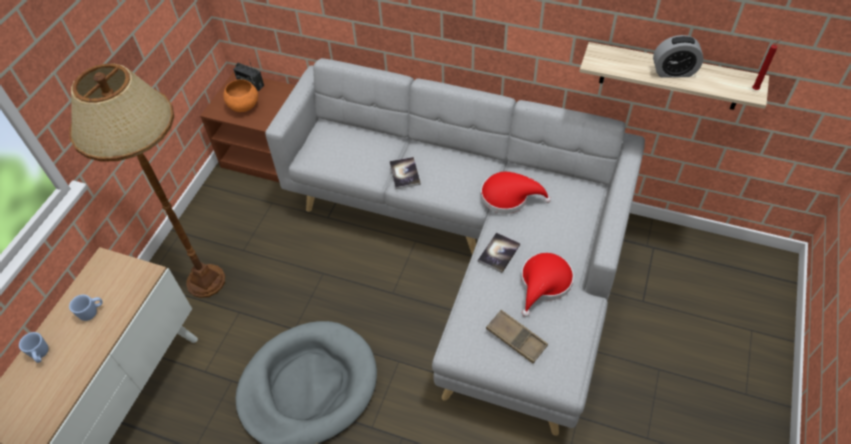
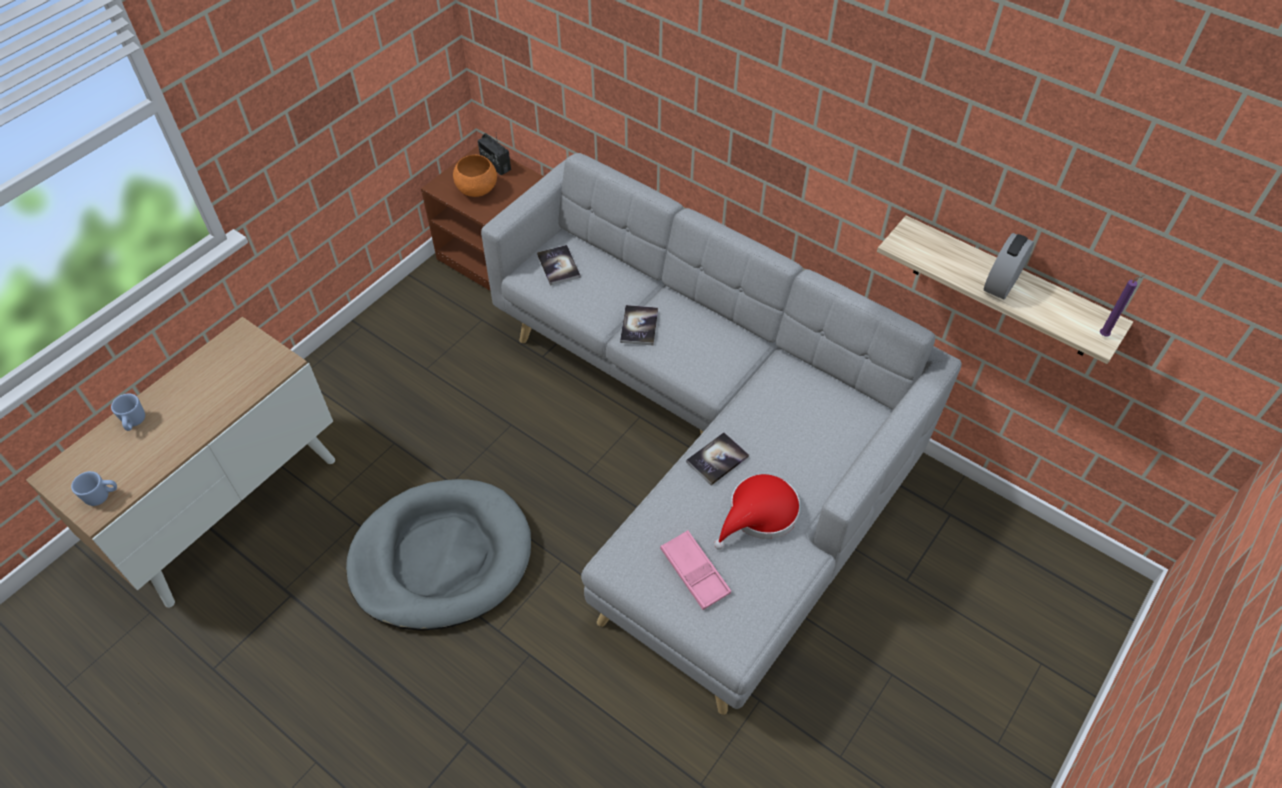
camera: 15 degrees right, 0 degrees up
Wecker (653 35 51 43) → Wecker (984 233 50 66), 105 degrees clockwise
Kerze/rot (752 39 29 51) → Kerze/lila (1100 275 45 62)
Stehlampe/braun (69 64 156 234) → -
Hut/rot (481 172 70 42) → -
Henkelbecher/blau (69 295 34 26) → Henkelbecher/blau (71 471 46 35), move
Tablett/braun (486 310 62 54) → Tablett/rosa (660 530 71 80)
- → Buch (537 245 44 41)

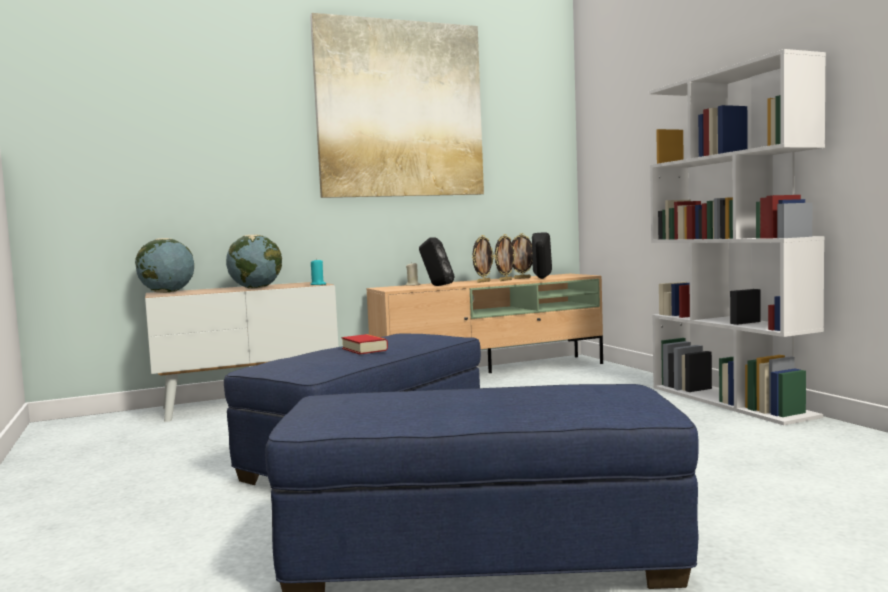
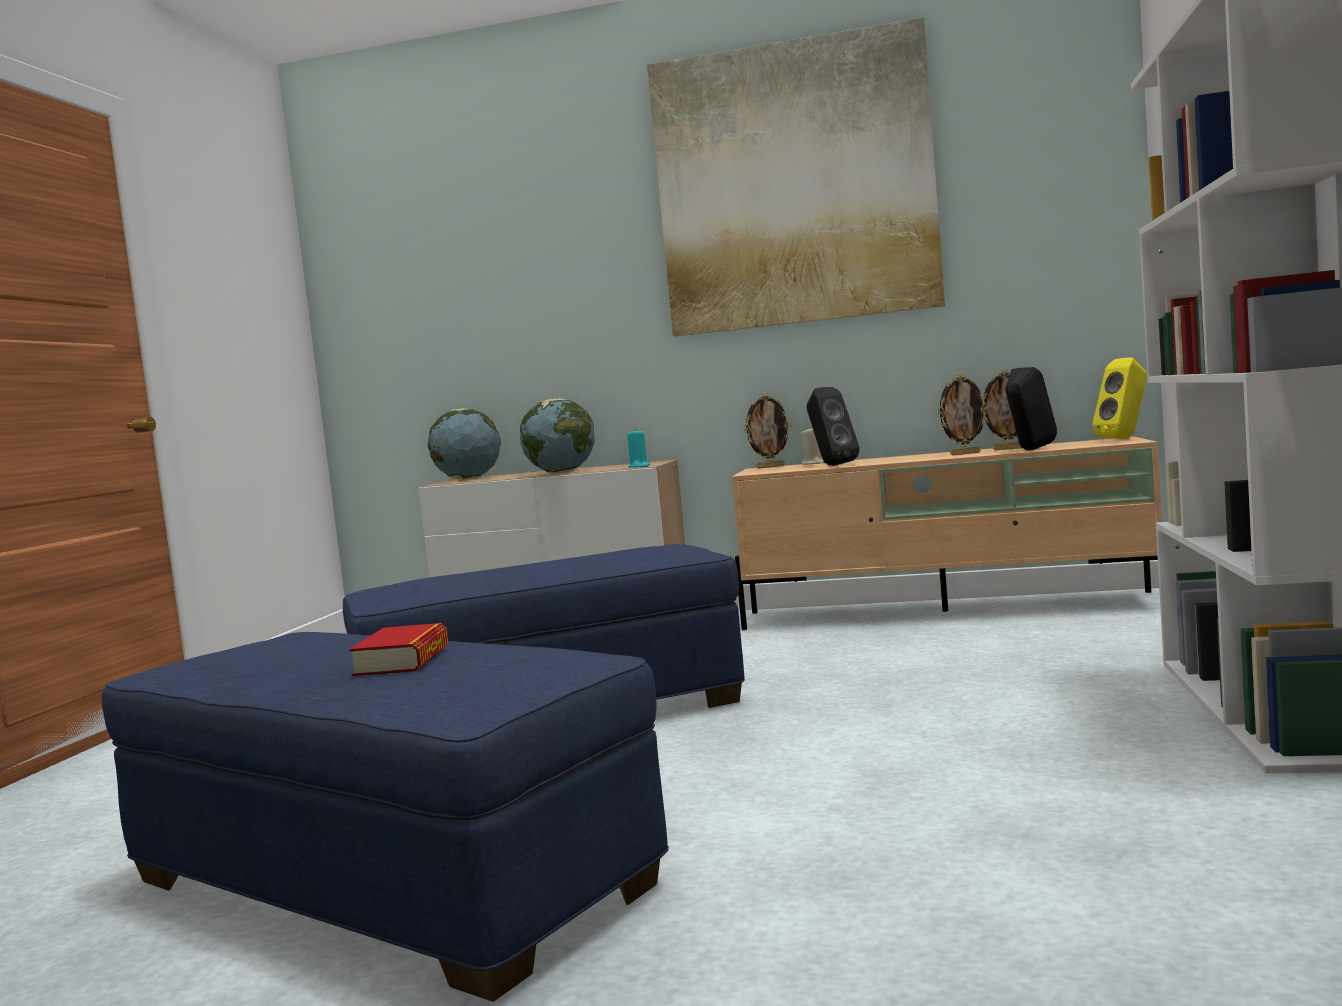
camera: 35 degrees right, 0 degrees up
Bilderrahmen (472 235 22 48) → Bilderrahmen (744 393 48 76), move
Buch (341 334 47 21) → Buch (349 623 100 53), move
- → Lautsprecher/gelb (1092 358 55 81)

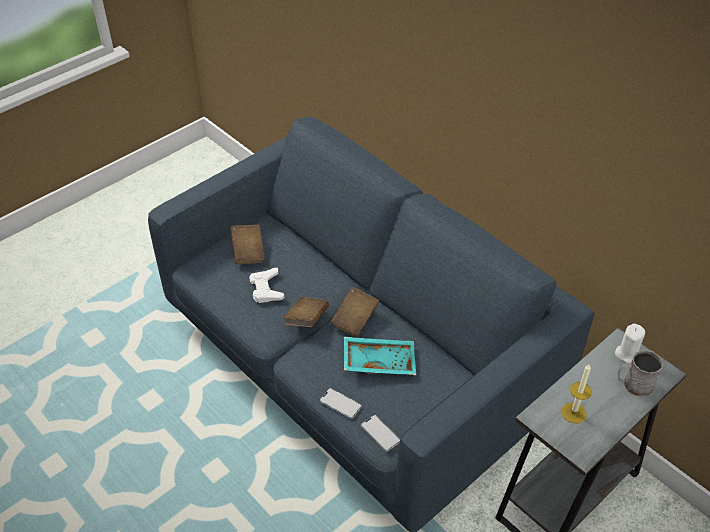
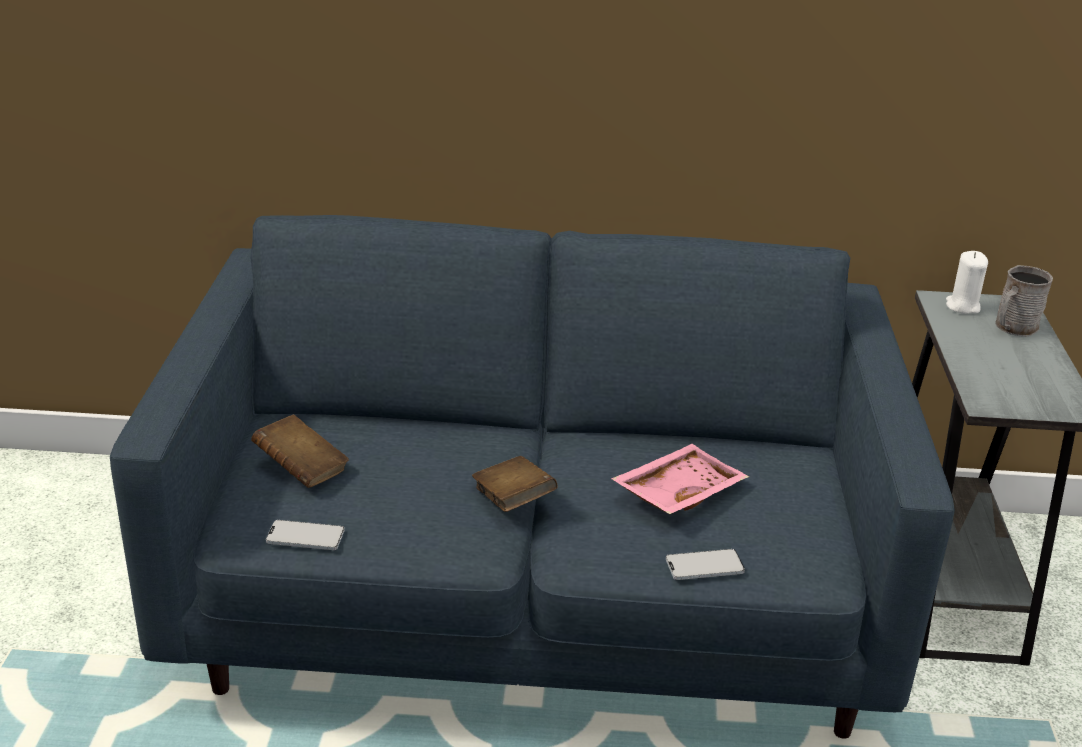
camera: 45 degrees left, 15 degrees down
Gamepad/weiß (249 268 35 35) → -
Buch/braun (330 287 49 50) → -
Tablett/türkis (344 337 72 38) → Tablett/rosa (611 444 138 70)
Kerze (562 363 30 60) → -
Handy (361 415 39 37) → Handy (266 520 78 30), move

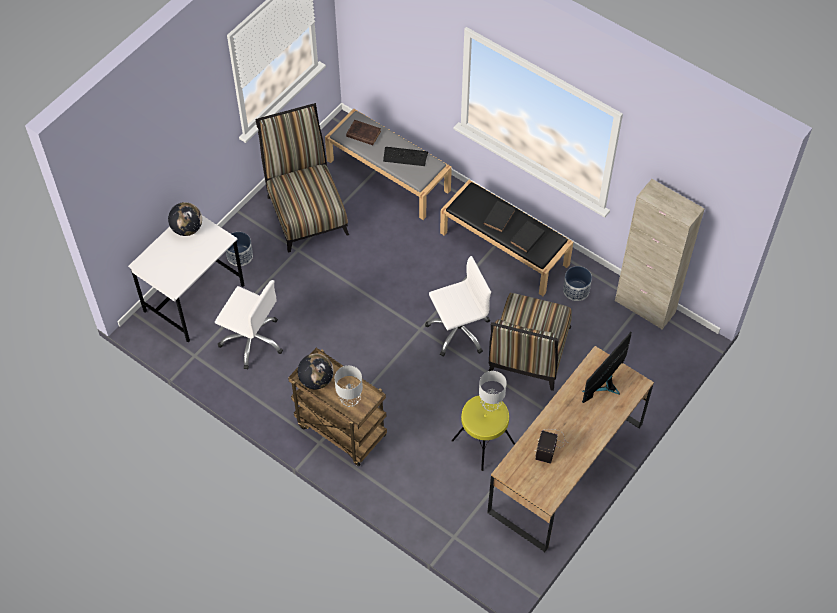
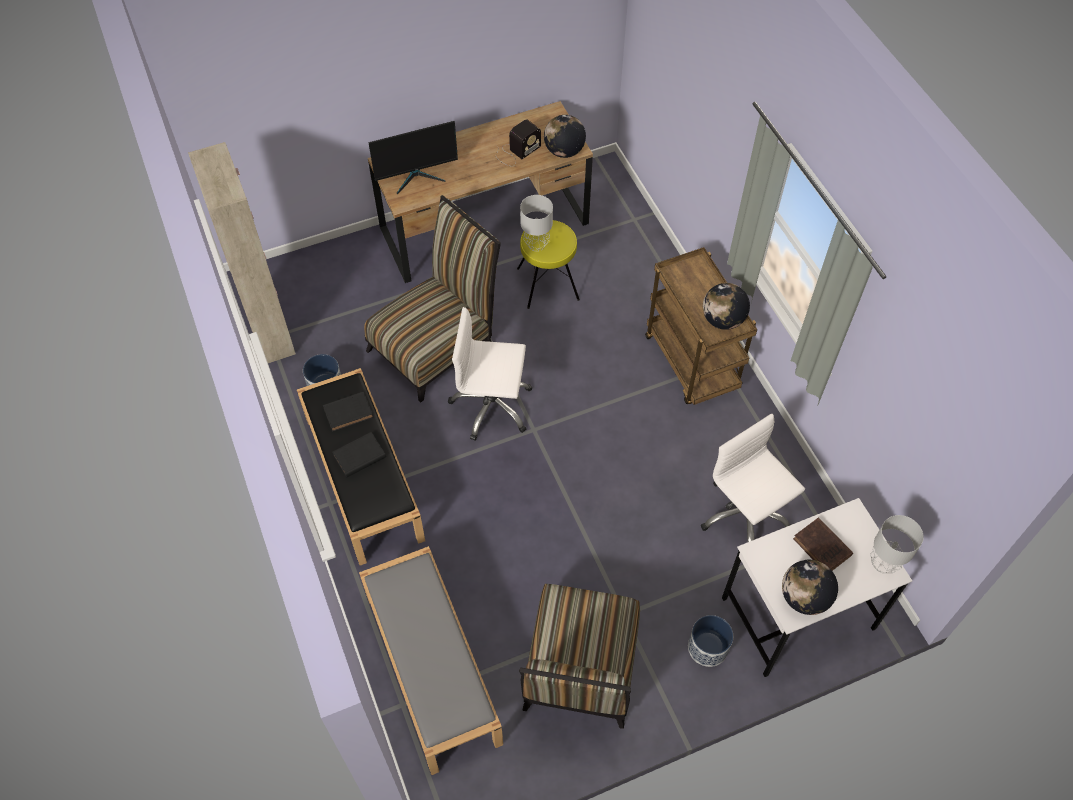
camera: 150 degrees left, 0 degrees up
Buch/braun (346 120 35 25) → Buch/braun (793 517 60 54), move
Tastatur (383 147 45 19) → -
Tischlampe/grau (334 366 29 41) → Tischlampe/grau (870 515 53 58), move
- → Globus (544 115 42 43)

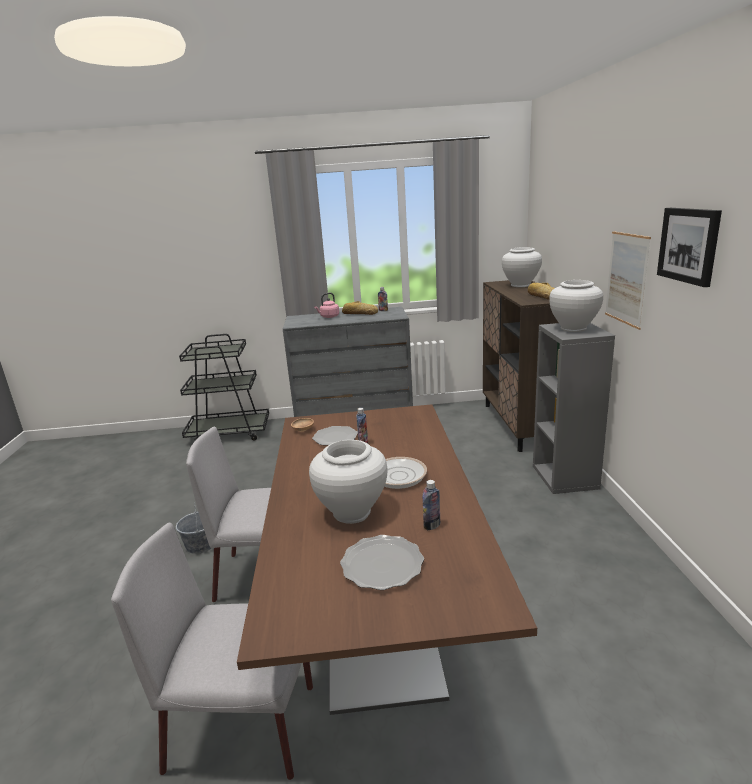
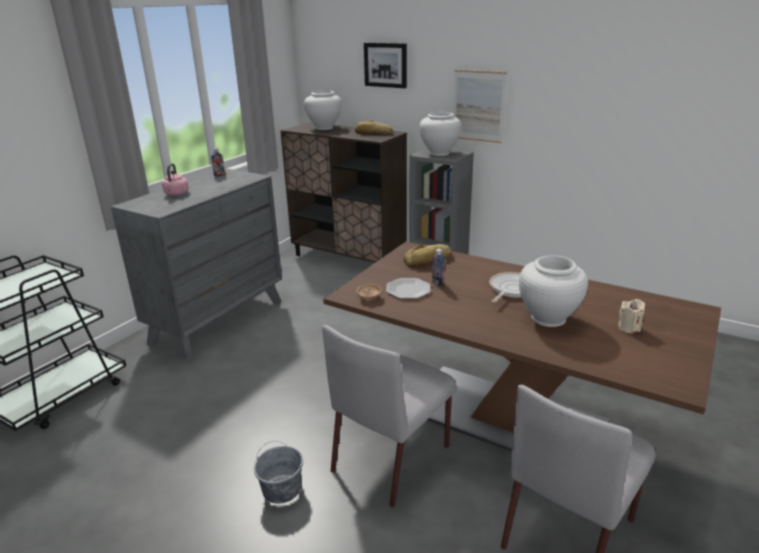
camera: 55 degrees left, 5 degrees up
Bild (657 208 65 79) → Bild (364 43 43 45), move
Brot (342 301 36 14) → Brot (403 244 49 23), move
Flasche (423 480 17 50) → -
Teller (340 535 84 55) → Kerze/beige (618 299 27 35)

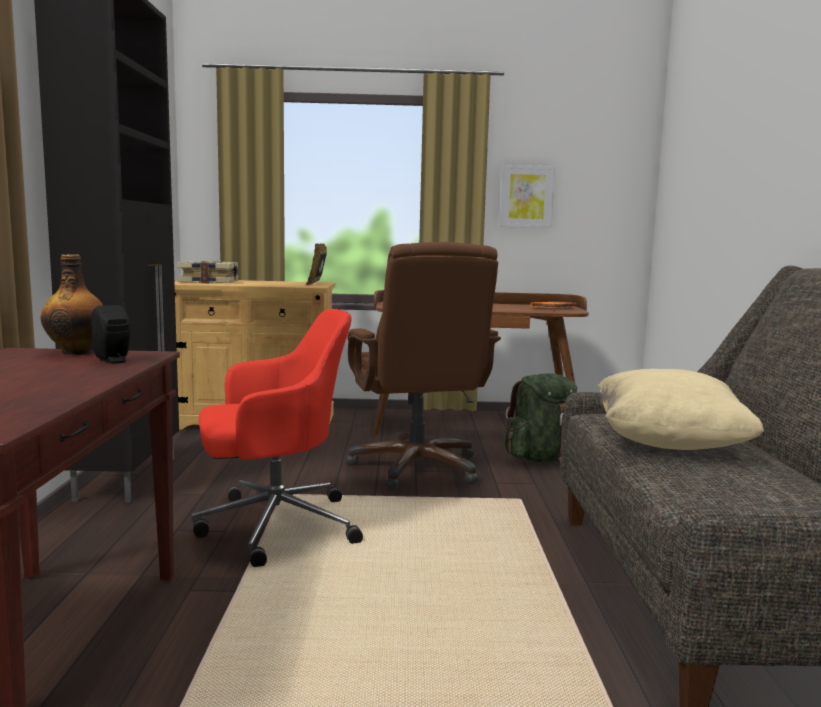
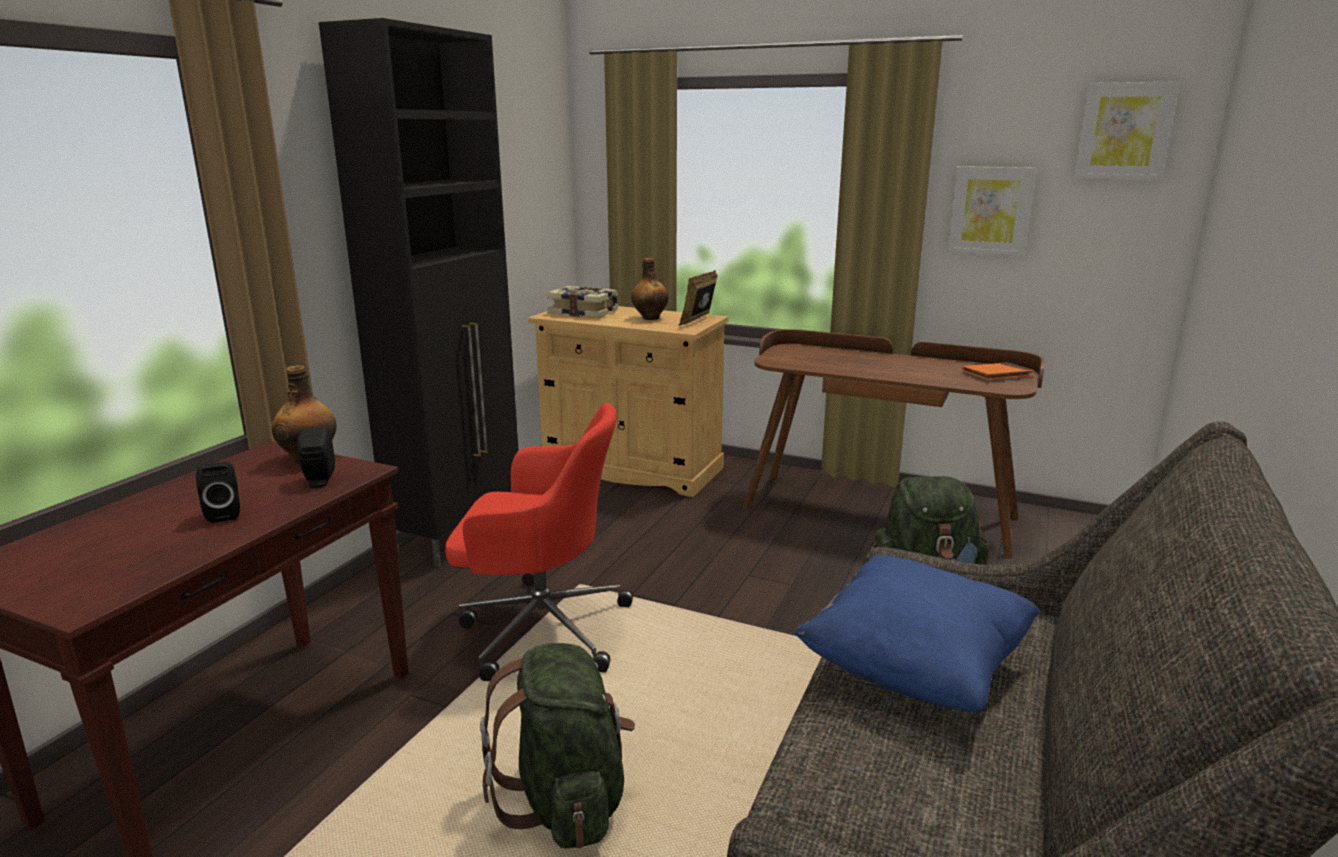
camera: 25 degrees right, 10 degrees up
Bürostuhl/braun (346 242 155 247) → -
Kissen/beige (599 369 165 81) → Kissen/blau (794 555 247 157)
- → Bild (1074 81 105 99)
- → Flasche (631 258 38 62)
- → Lautsprecher/schwarz (196 462 44 61)
- → Rucksack/grün (480 643 155 206)

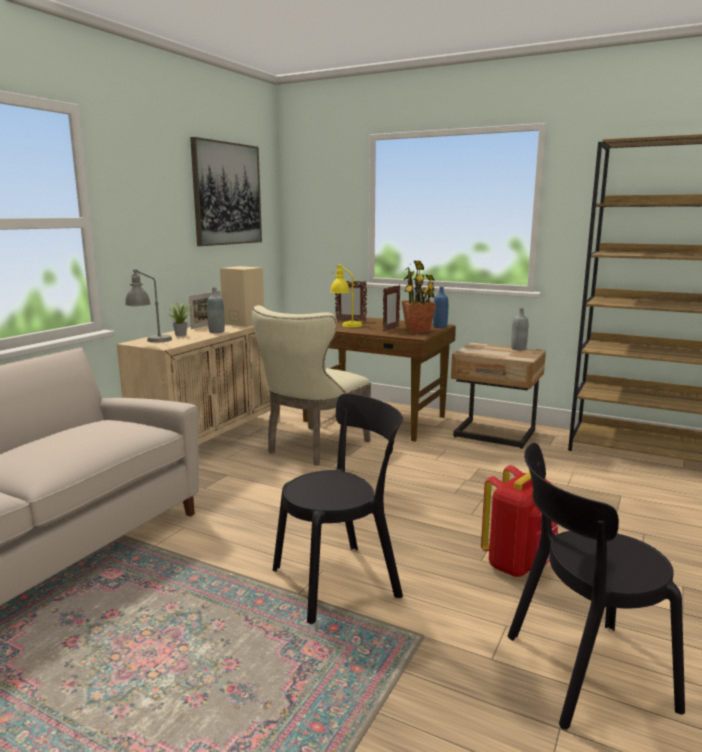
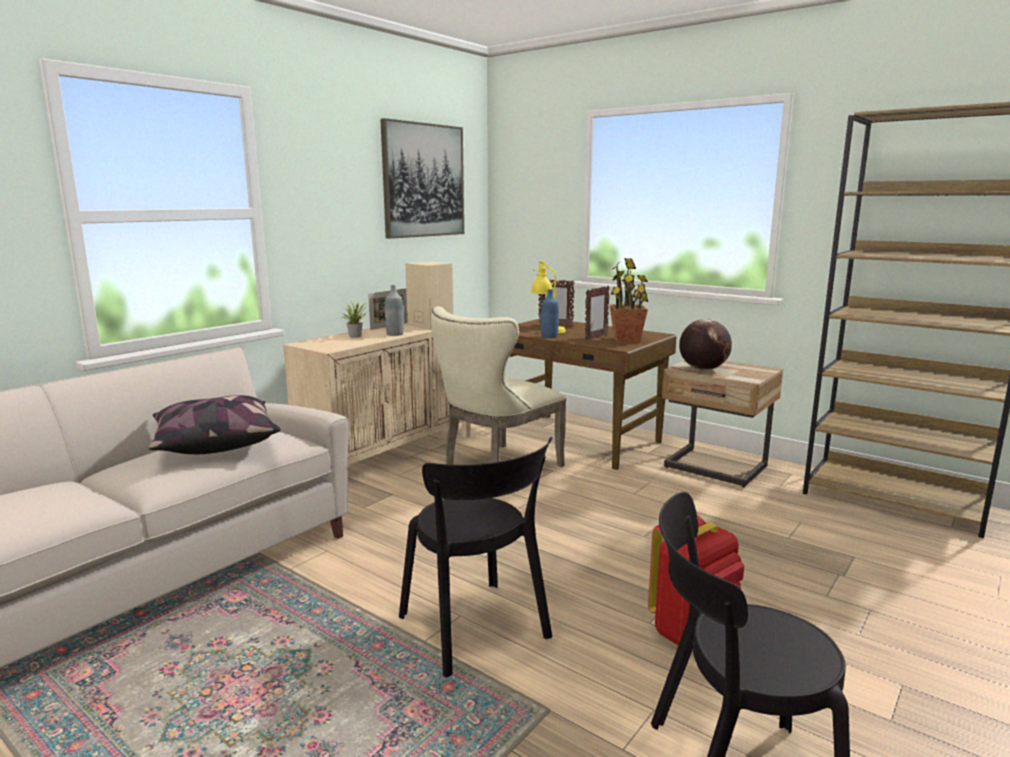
camera: 10 degrees right, 0 degrees up
Tischlampe/grau (125 269 47 74) → -
Flasche/blau (433 287 15 41) → Flasche/blau (541 289 18 49), move
Flasche/grau (511 308 17 43) → -
Stuhl/schwarz (273 393 130 231) → Stuhl/schwarz (399 437 154 240), 75 degrees clockwise
- → Globus (679 319 53 51)
- → Kissen (148 395 133 59)

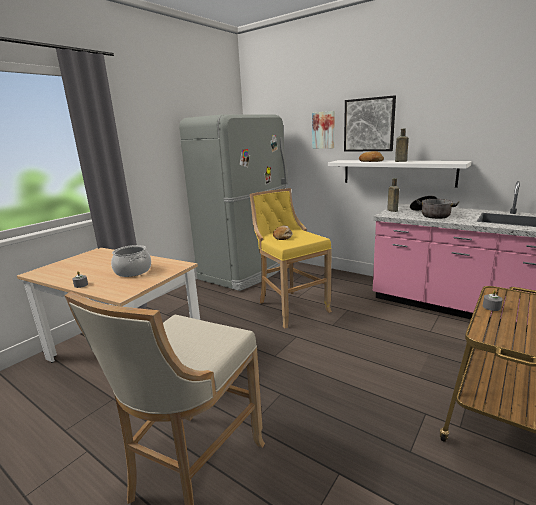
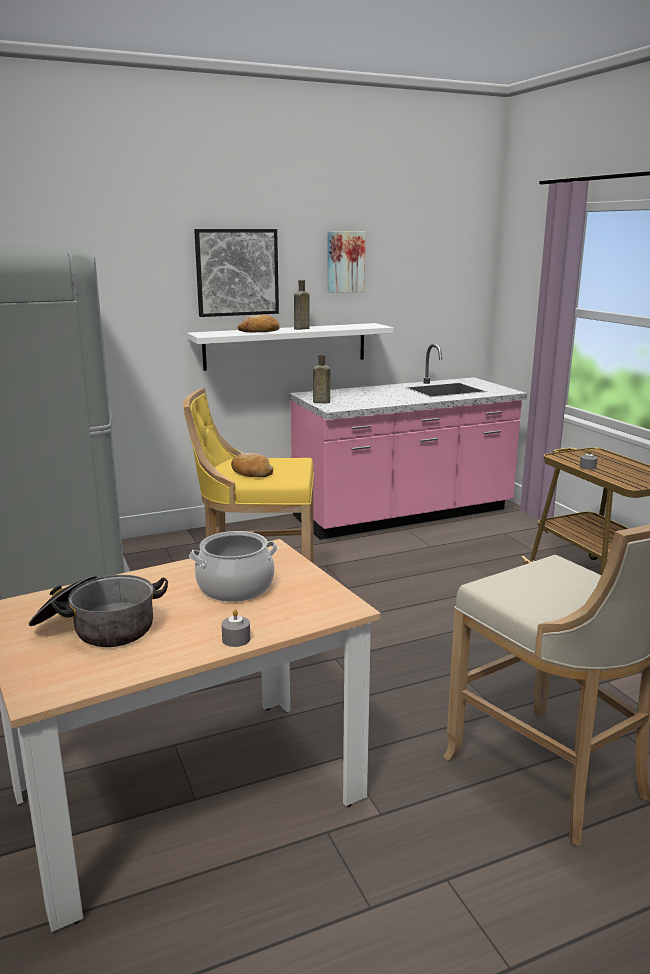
camera: 60 degrees left, 0 degrees up
Bild (312 111 23 38) → Bild (327 231 39 62), move
Kochtopf (410 195 49 24) → Kochtopf (29 575 139 72), move

